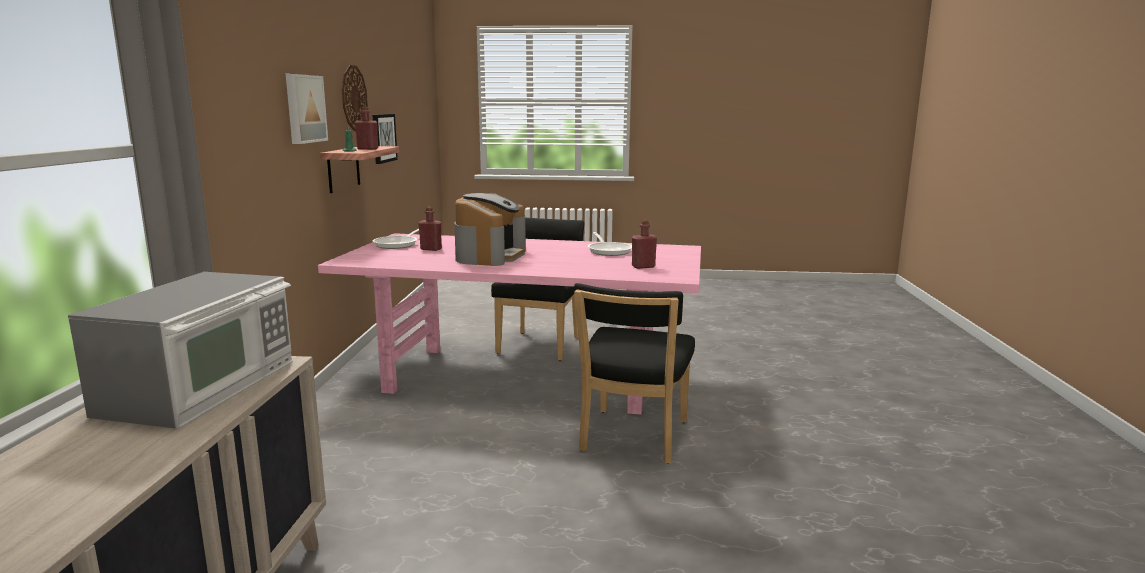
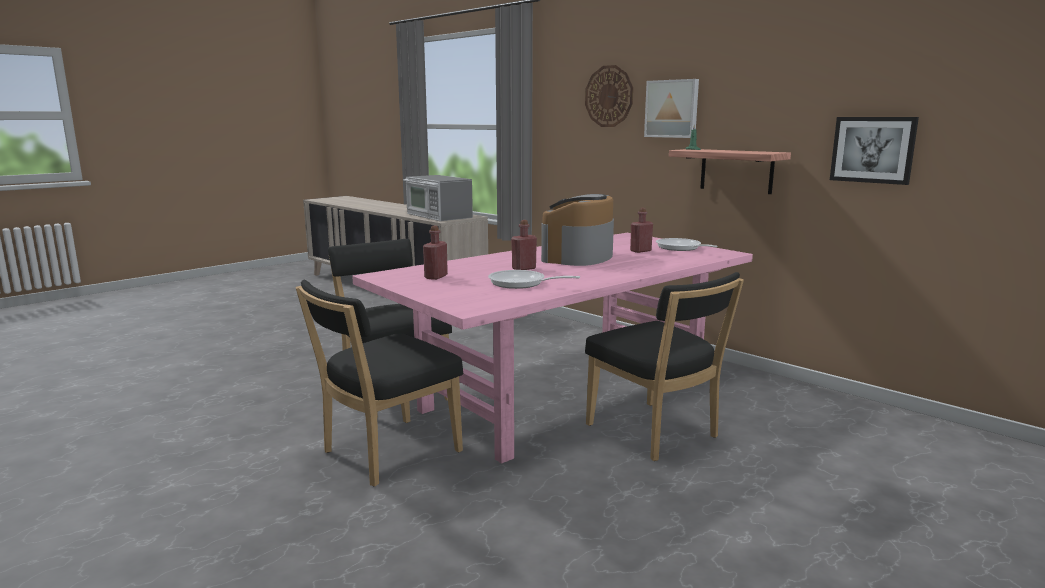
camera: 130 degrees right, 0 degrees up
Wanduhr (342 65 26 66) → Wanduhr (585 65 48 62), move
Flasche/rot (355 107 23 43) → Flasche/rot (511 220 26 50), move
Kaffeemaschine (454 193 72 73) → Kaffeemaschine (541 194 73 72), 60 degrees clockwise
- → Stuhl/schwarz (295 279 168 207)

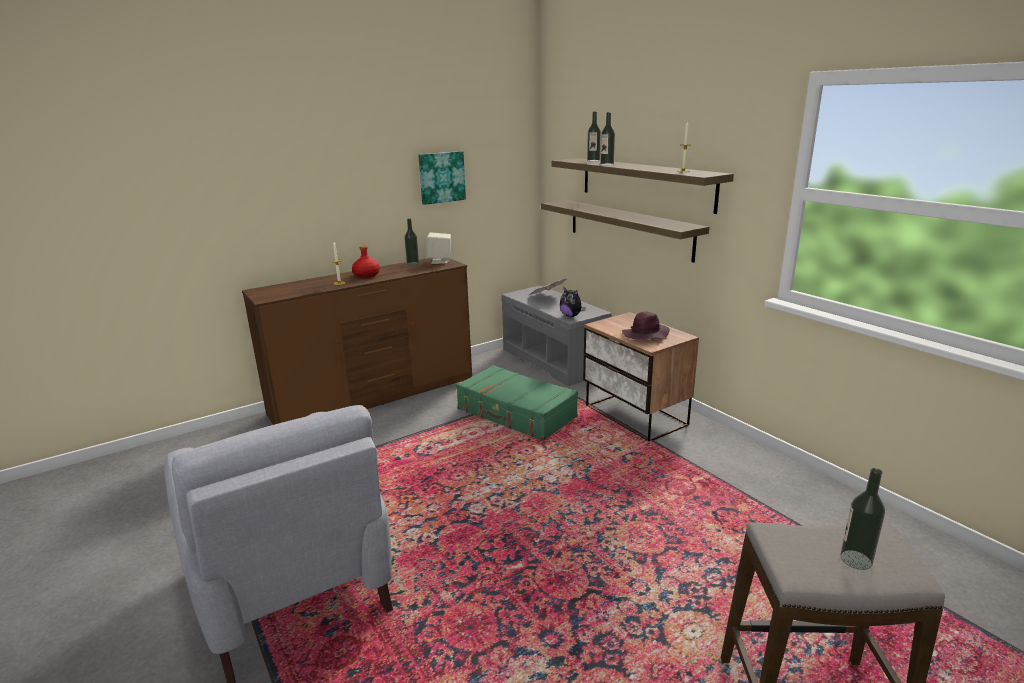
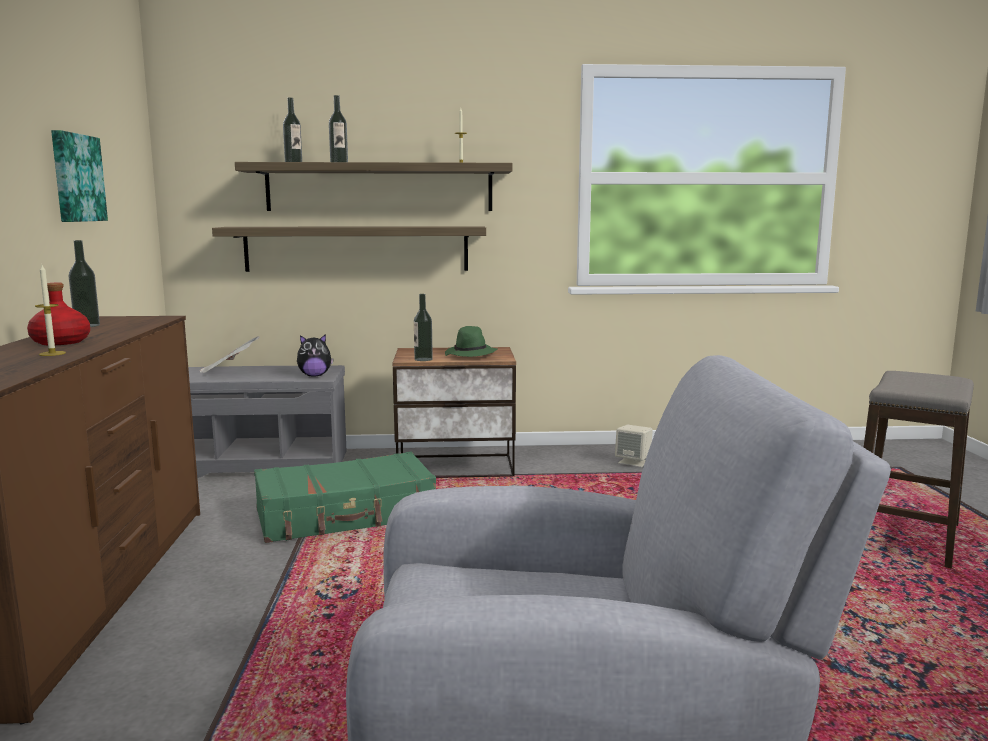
camera: 60 degrees left, 10 degrees down
Lautsprecher/beige (427 233 24 31) → Lautsprecher/beige (615 425 38 42), move
Hut/lila (622 311 48 29) → Hut/grün (445 326 52 31)
Flasche (840 468 45 102) → Flasche (414 294 19 67), move

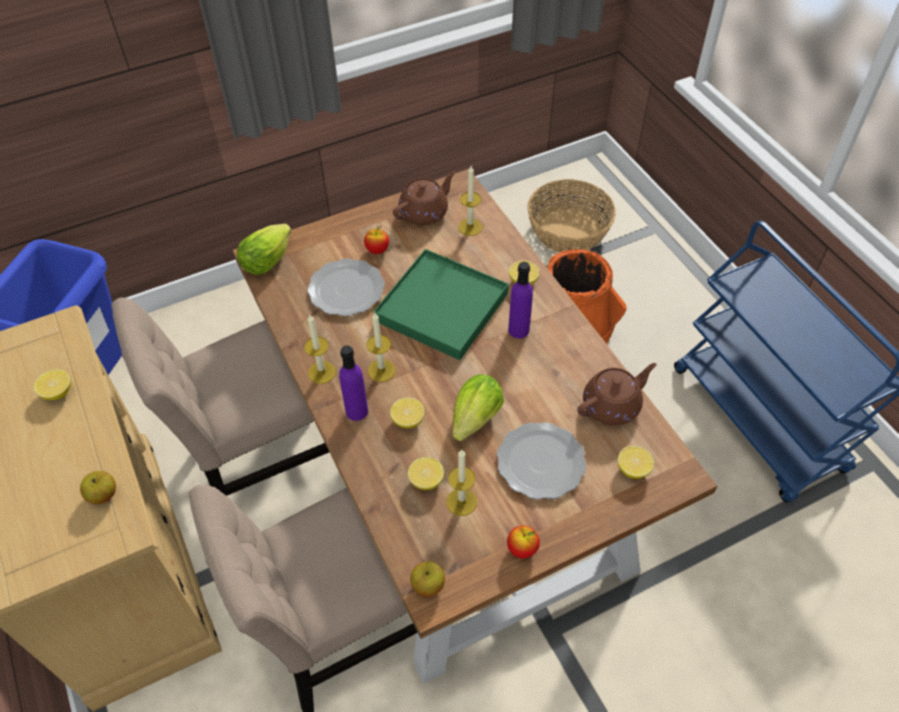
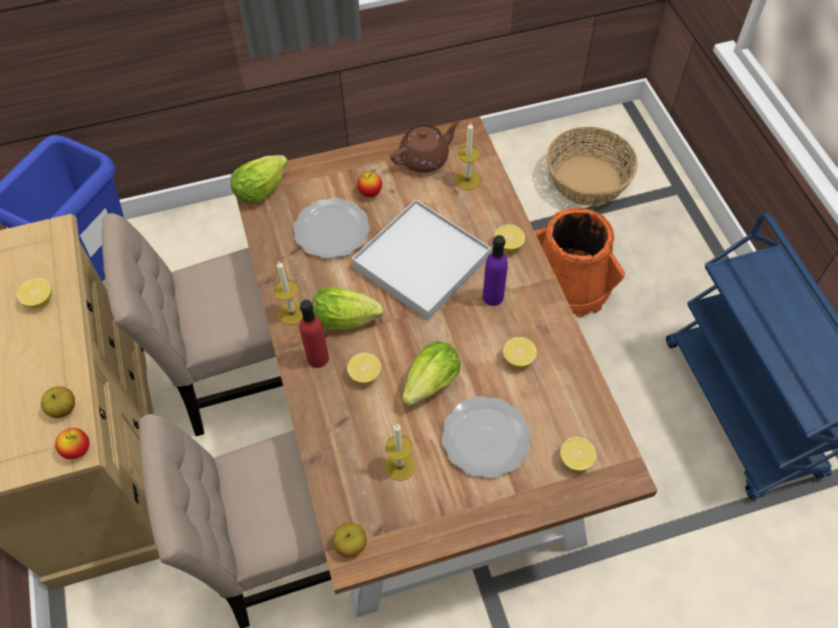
camera: 10 degrees right, 5 degrees up
Tablett/grün (373 249 136 111) → Tablett/weiß (352 199 139 121)
Kerze (366 313 30 69) → Salatkopf (312 287 72 43)
Flasche/lila (339 345 29 76) → Flasche/rot (300 300 29 68)
Teekanne/braun (578 363 79 62) → -
Zitrone (408 457 36 33) → Zitrone (503 337 34 31), move
Apfel (507 526 33 32) → Apfel (55 428 34 31), move

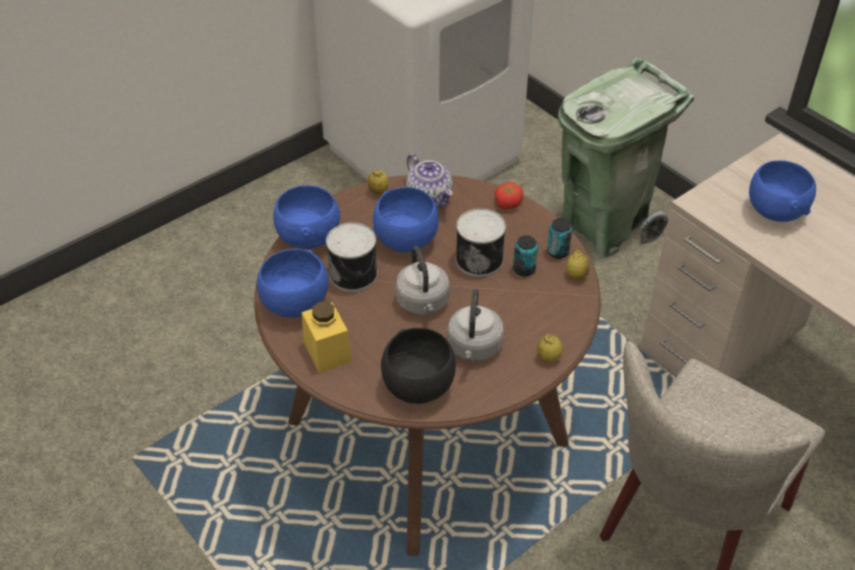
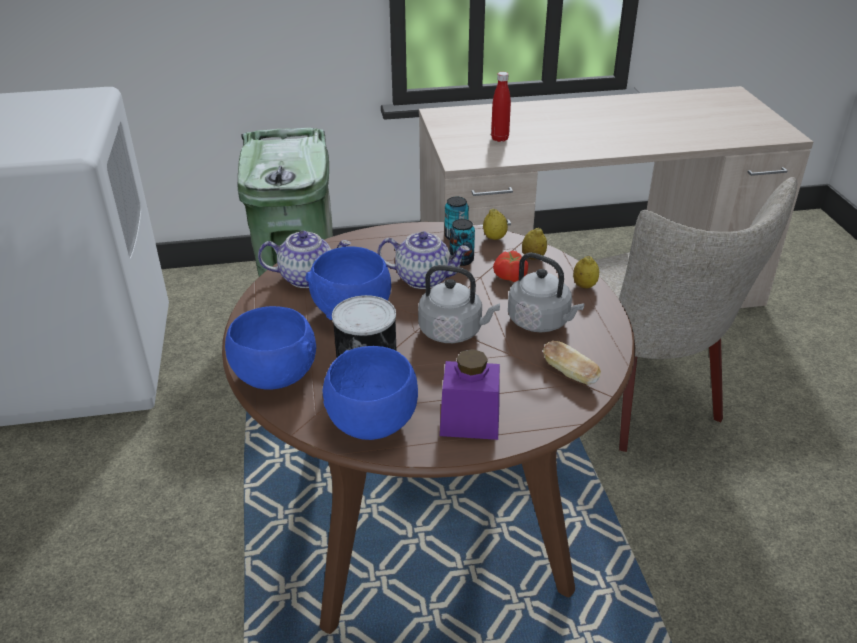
camera: 60 degrees left, 10 degrees down
Schüssel/blau (749 160 67 62) → Flasche/rot (491 72 20 70)
Zitrone (368 169 21 25) → Zitrone (522 228 25 32), move
Tomate (495 182 28 27) → Tomate (493 250 35 32), move
Dose (456 208 50 69) → Teekanne (377 231 93 58)
Vorratsglas/gelb (302 302 50 71) → Vorratsglas/lila (440 349 60 91)
Schüssel/schwarz (381 328 75 76) → Brot (543 341 58 44)

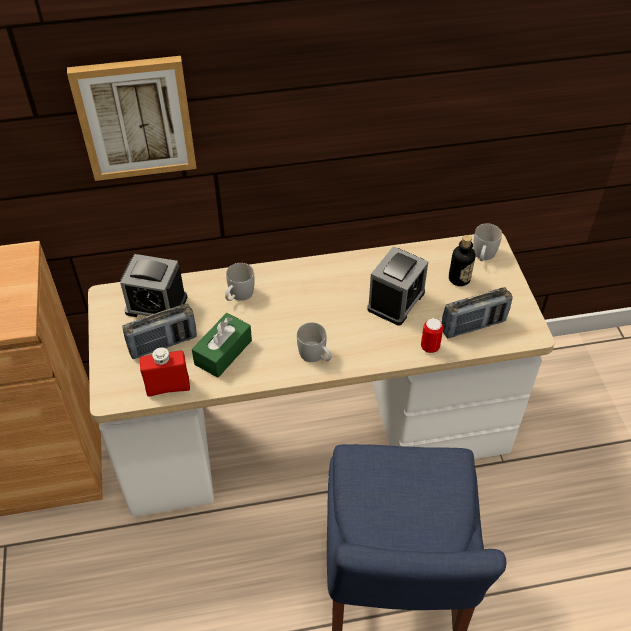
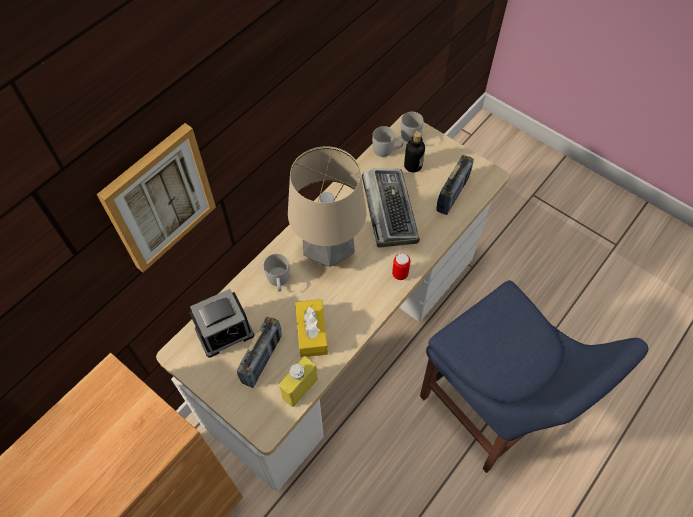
camera: 40 degrees left, 10 degrees up
Wecker (367 246 61 79) → Tastatur (362 169 58 79)
Taschentuchbox/grün (192 313 60 65) → Taschentuchbox/gelb (295 299 33 58)
Dose (421 318 22 35) → Dose (392 253 19 27), move
Henkelbecher/weiß (297 322 35 40) → Henkelbecher/weiß (372 126 32 31), move
Flasche/rot (140 348 50 49) → Flasche/gelb (279 356 39 51)
- → Tischlampe (288 146 78 121)

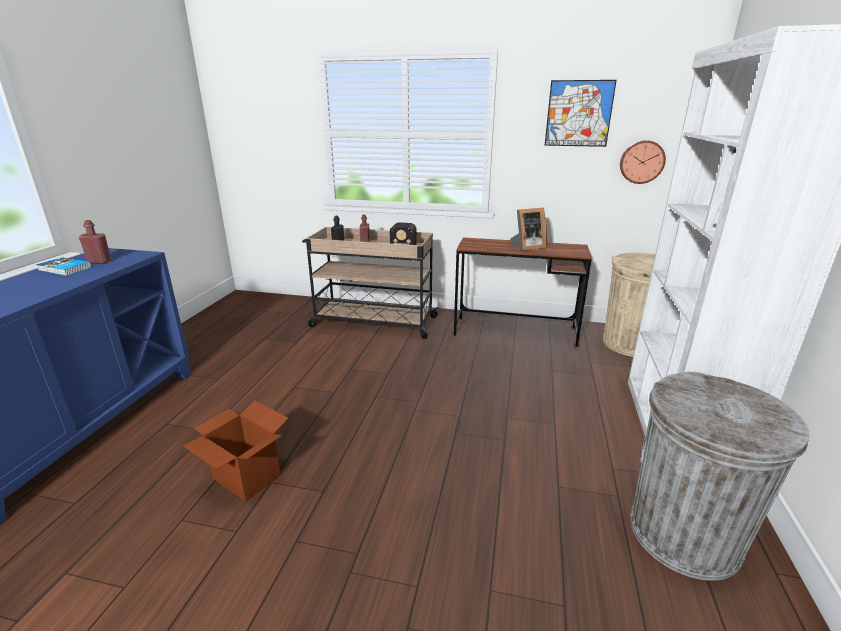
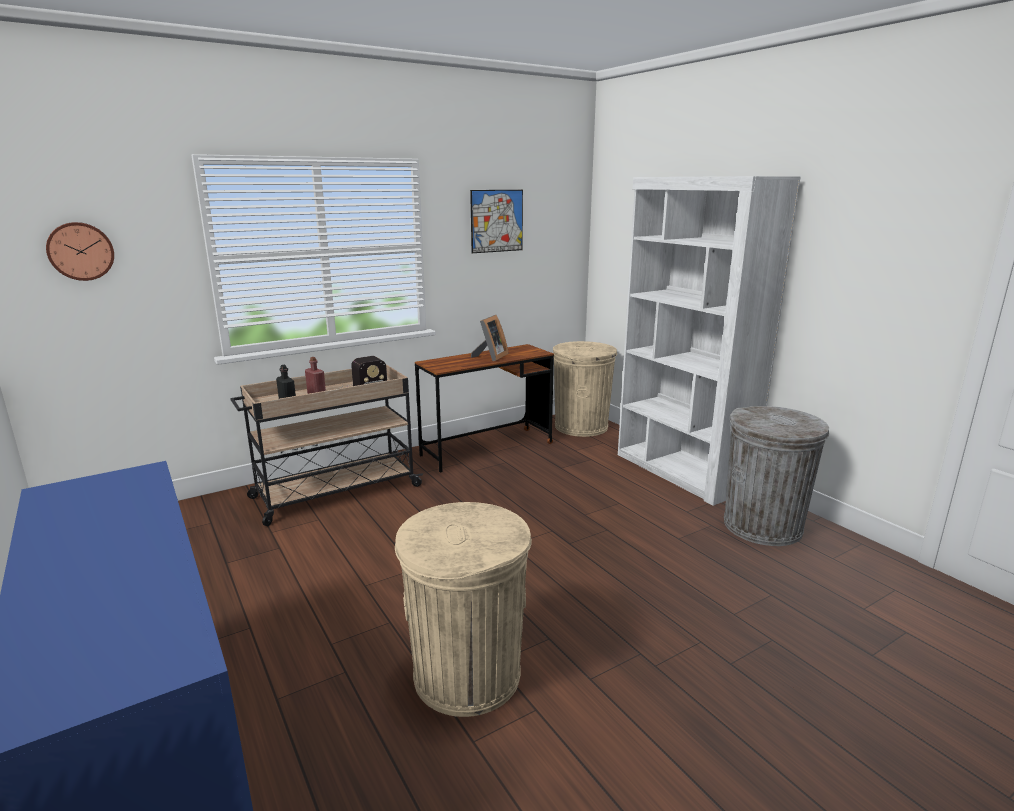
camera: 45 degrees left, 5 degrees down
Wanduhr (620 140 46 44) → Wanduhr (46 222 68 59), move
Flasche/rot (79 220 32 44) → -
Buch (36 257 56 19) → -
Karton (183 401 105 101) → Mülleimer/beige (395 502 137 215)

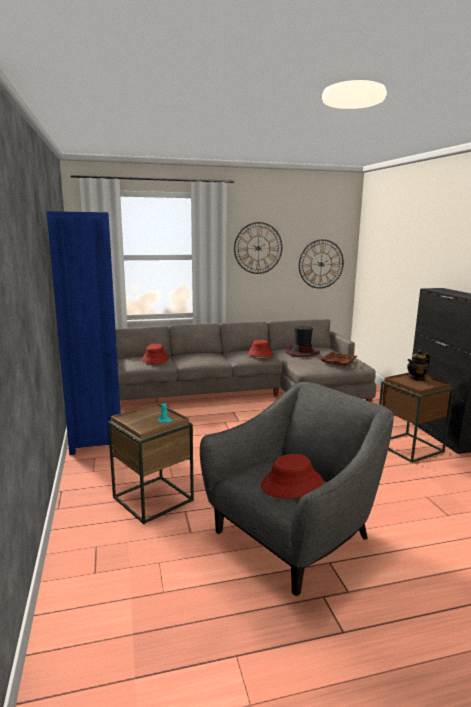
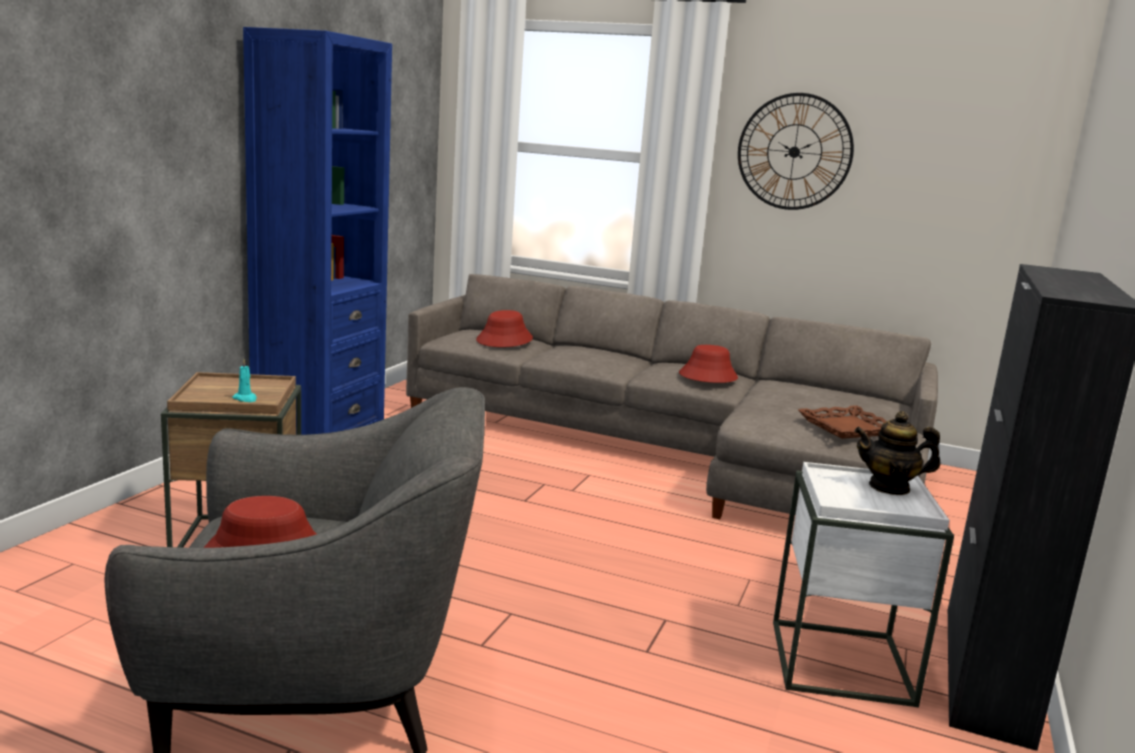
camera: 35 degrees right, 0 degrees up
Wanduhr (299 239 45 50) → -
Hut (286 326 34 31) → -
Beistelltisch/braun (379 373 75 90) → Beistelltisch/weiß (773 462 181 246)

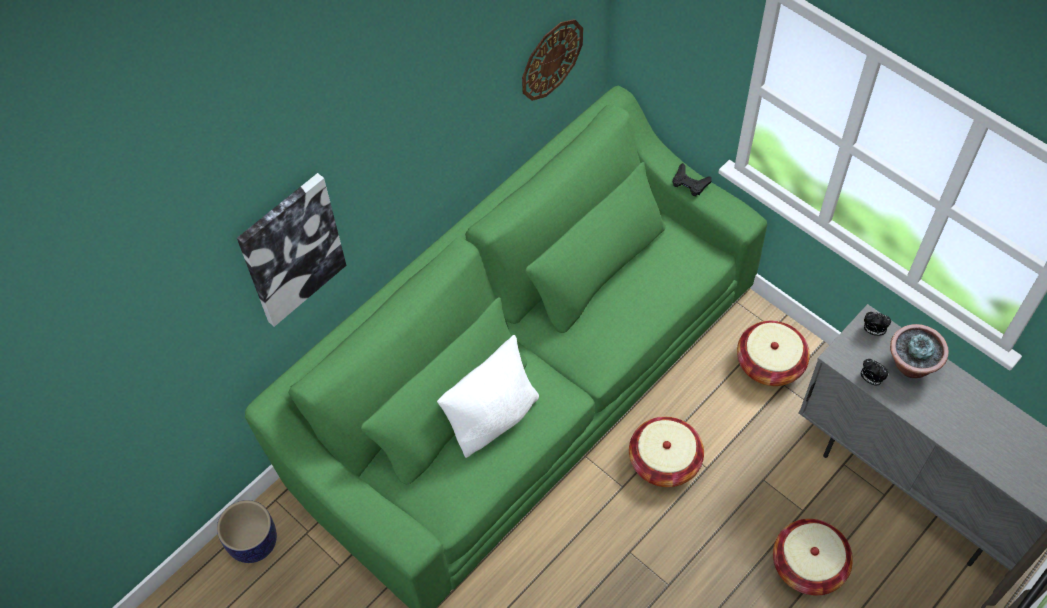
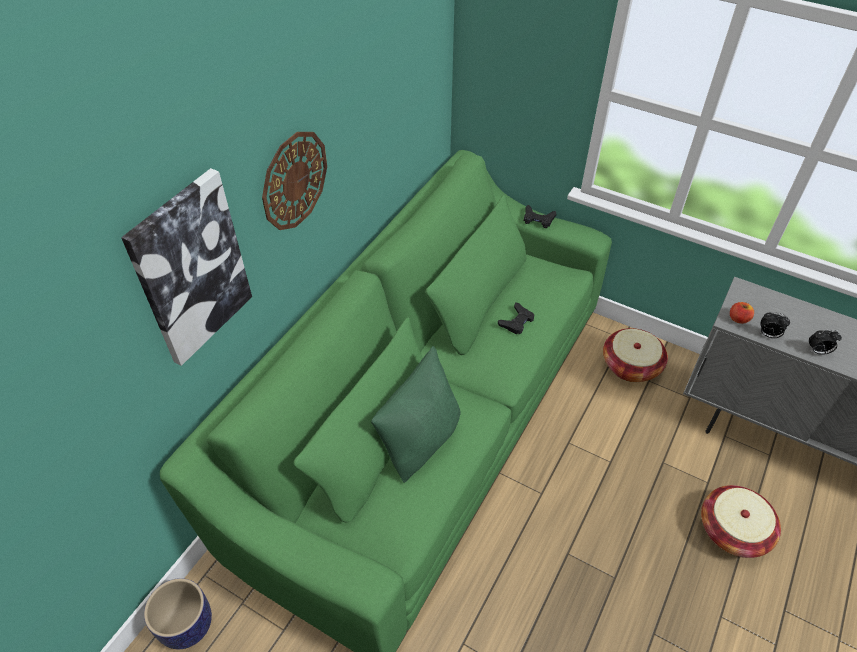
camera: 15 degrees left, 10 degrees down
Wanduhr (522 19 61 82) → Wanduhr (262 132 65 98), move
Wecker (864 312 27 24) → Wecker (809 330 33 25), move
Topfpflanze (890 324 59 54) → -
Kissen/weiß (437 335 102 123) → Kissen/grün (371 346 90 137)
Korb (629 417 75 70) → -
- → Gamepad/schwarz (498 302 36 32)
- → Apfel (730 302 24 22)

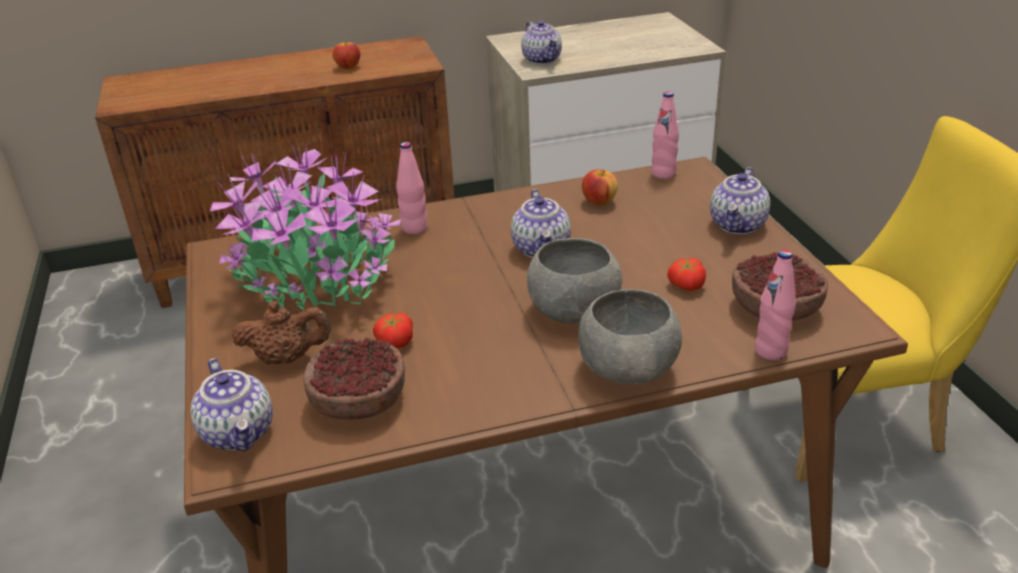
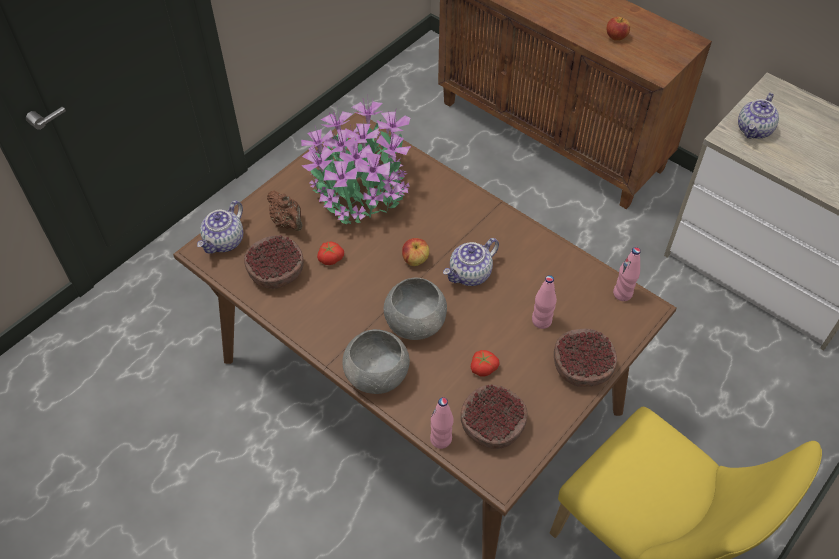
camera: 55 degrees right, 20 degrees up
Flasche/rosa (396 142 32 92) → Flasche/rosa (532 275 25 54), move
Teekanne (710 167 60 67) → Schüssel (554 329 63 58)
Apfel (582 169 36 37) → Apfel (402 238 27 28), move

